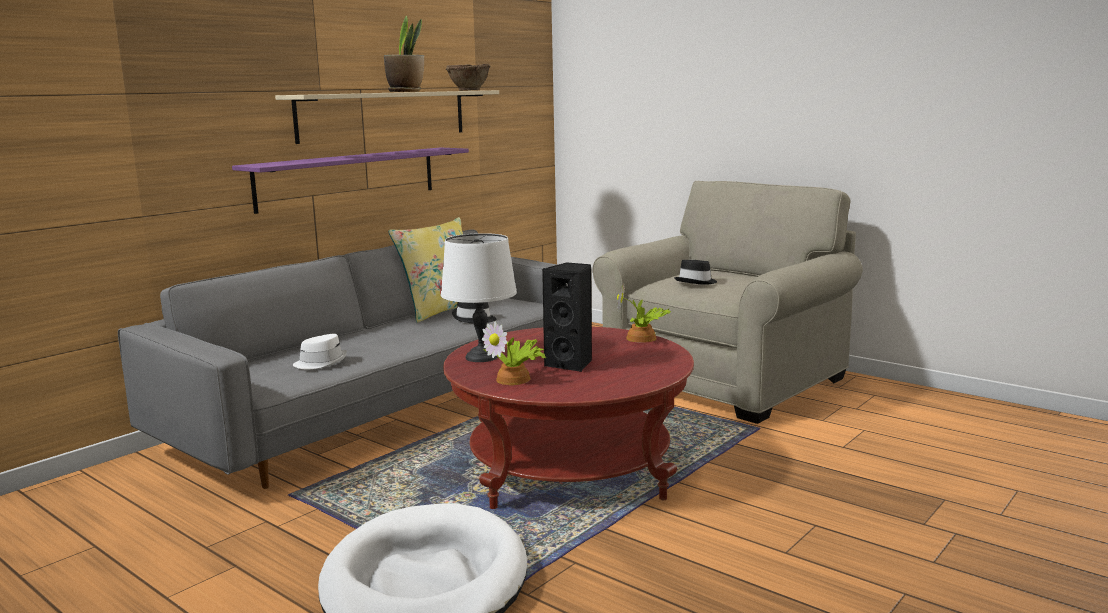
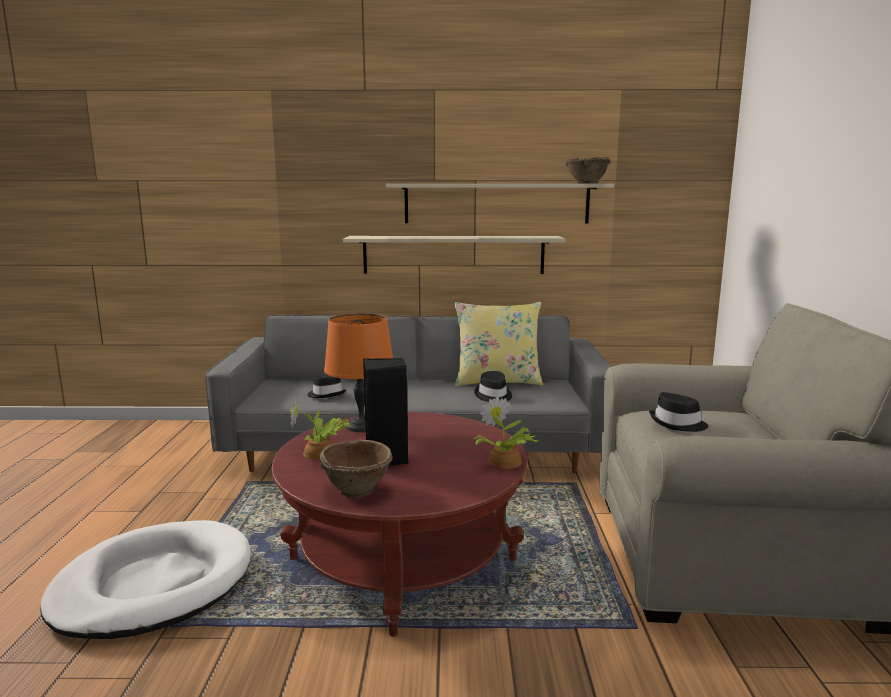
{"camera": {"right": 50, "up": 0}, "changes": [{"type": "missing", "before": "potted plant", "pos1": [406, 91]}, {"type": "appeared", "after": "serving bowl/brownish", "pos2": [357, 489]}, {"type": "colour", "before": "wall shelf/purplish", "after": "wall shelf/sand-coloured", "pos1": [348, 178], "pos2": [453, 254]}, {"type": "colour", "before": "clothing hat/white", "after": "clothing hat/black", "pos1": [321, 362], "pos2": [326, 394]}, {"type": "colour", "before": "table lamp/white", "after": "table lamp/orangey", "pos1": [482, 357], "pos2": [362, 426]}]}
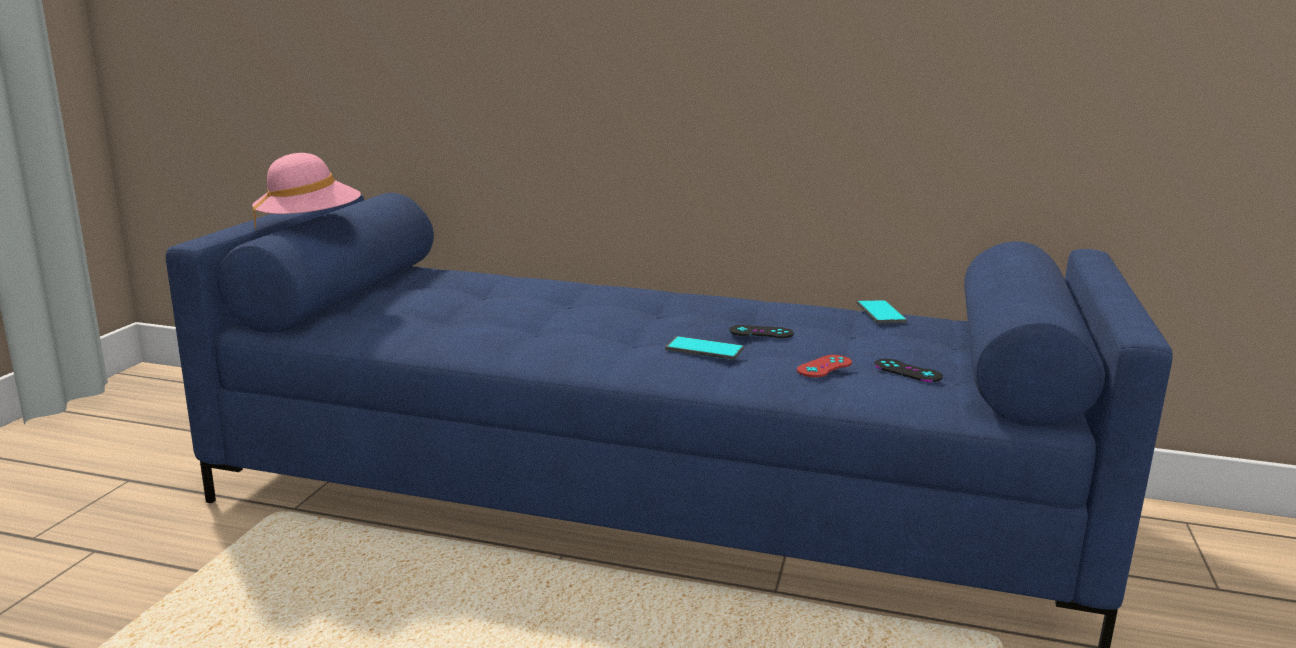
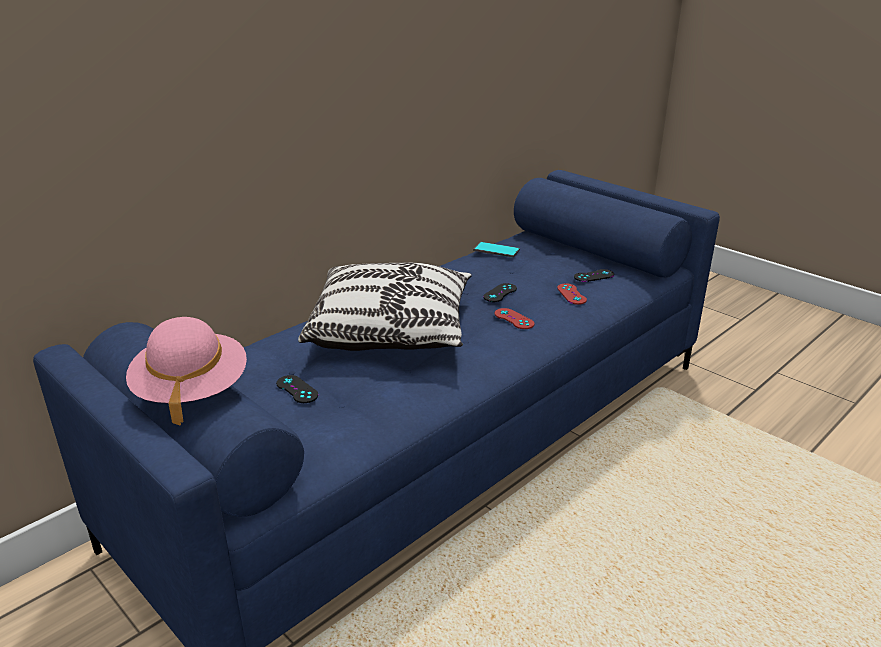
{"camera": {"right": -60, "up": 10}, "changes": [{"type": "appeared", "after": "gamepad/black", "pos2": [297, 389]}, {"type": "appeared", "after": "pillow", "pos2": [391, 331]}, {"type": "exchanged", "before": "phone", "after": "gamepad/red", "pos1": [704, 349], "pos2": [514, 319]}]}
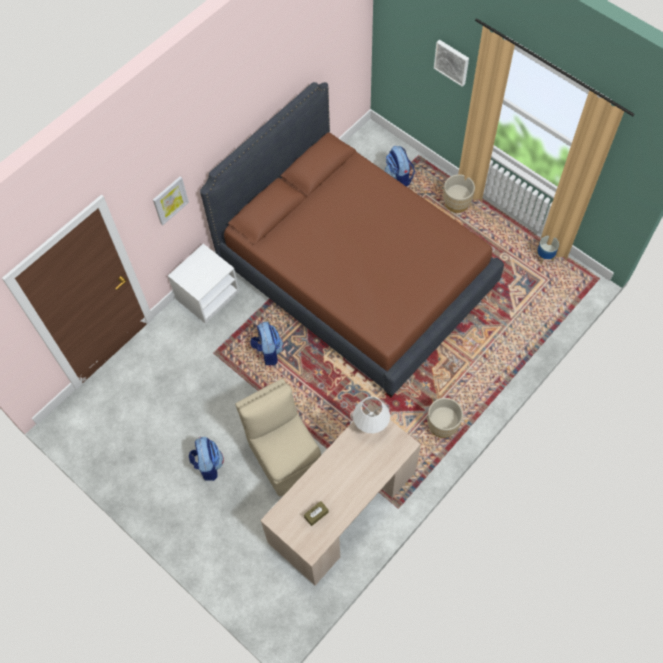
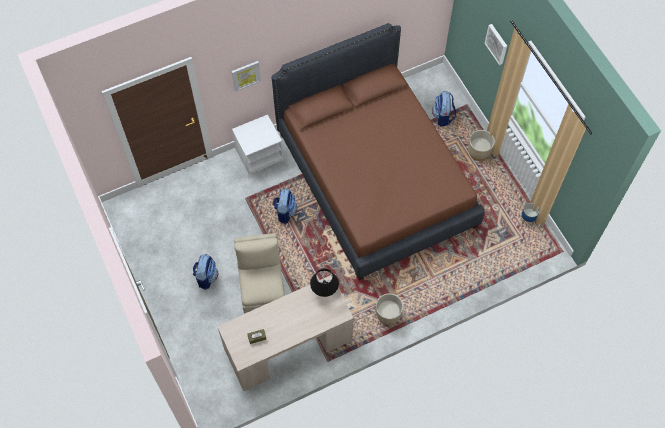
{"camera": {"right": 20, "up": 0}, "changes": [{"type": "colour", "before": "table lamp/white", "after": "table lamp/black", "pos1": [371, 424], "pos2": [324, 290]}]}
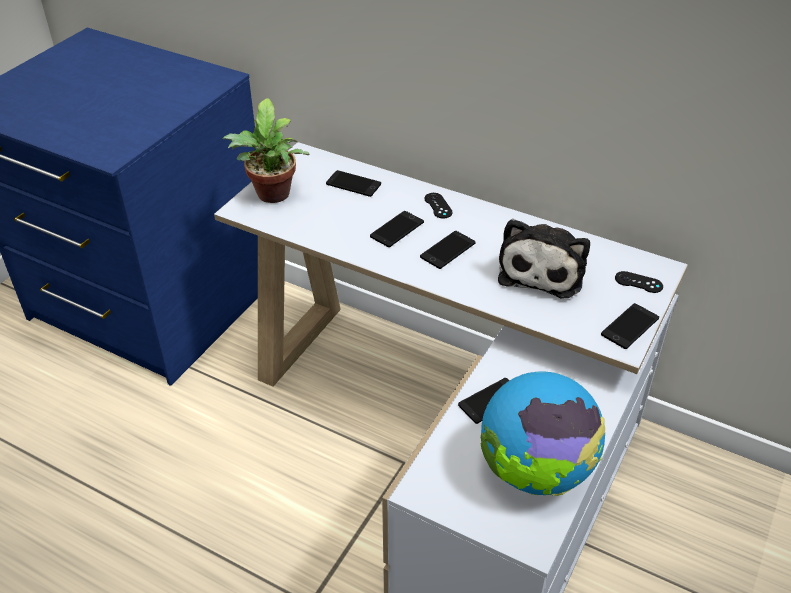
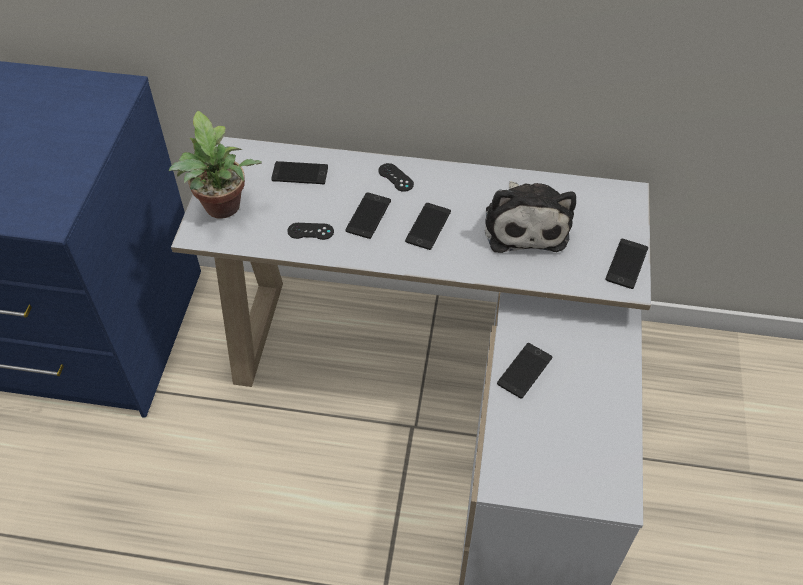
{"camera": {"right": -20, "up": 10}, "changes": [{"type": "missing", "before": "world globe", "pos1": [535, 471]}, {"type": "relocated", "before": "gamepad/black", "pos1": [638, 282], "pos2": [310, 231]}]}
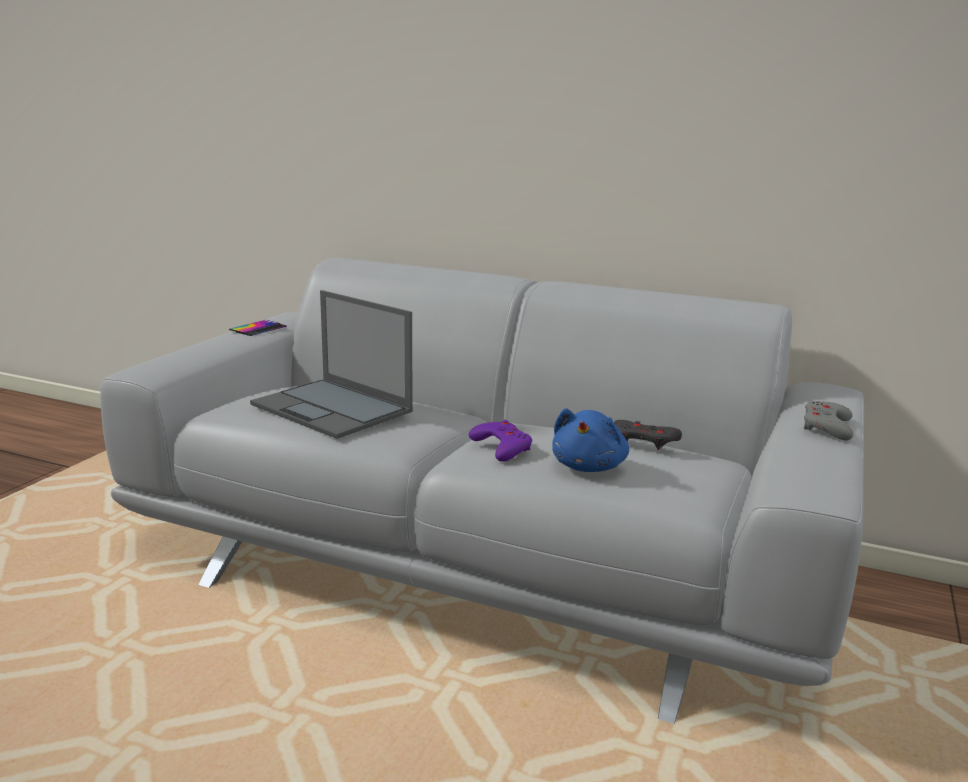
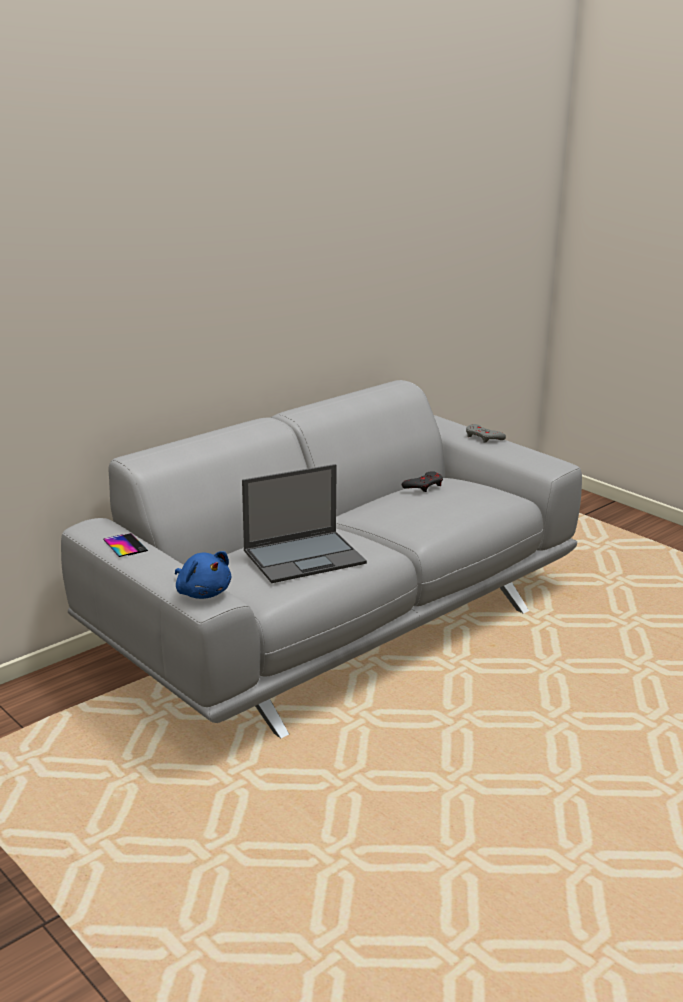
{"camera": {"right": -65, "up": 5}, "changes": [{"type": "missing", "before": "gamepad/purplish", "pos1": [502, 447]}, {"type": "relocated", "before": "soft toy/bluish", "pos1": [589, 466], "pos2": [202, 592]}]}
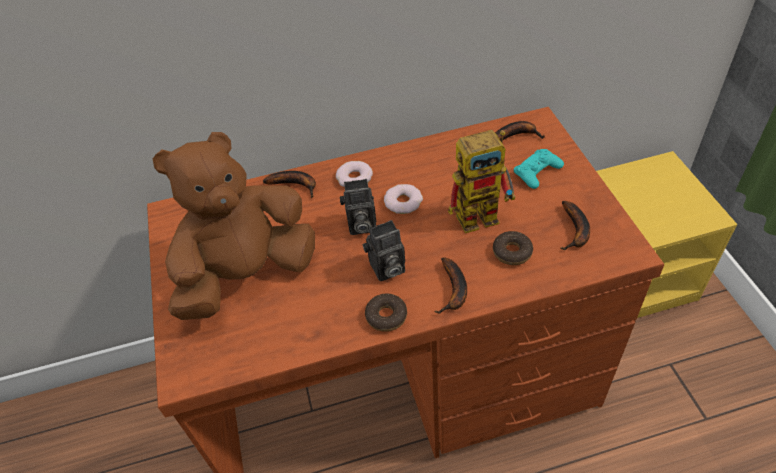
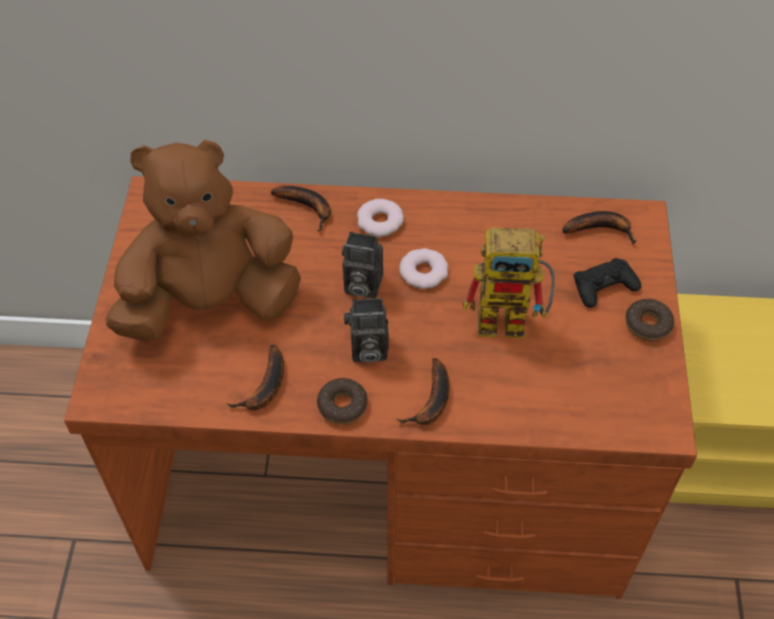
{"camera": {"right": 15, "up": 5}, "changes": [{"type": "relocated", "before": "doughnut", "pos1": [512, 252], "pos2": [648, 324]}, {"type": "relocated", "before": "banana fruit", "pos1": [576, 231], "pos2": [265, 388]}, {"type": "colour", "before": "gamepad/turquoise-coloured", "after": "gamepad/black", "pos1": [537, 172], "pos2": [604, 286]}]}
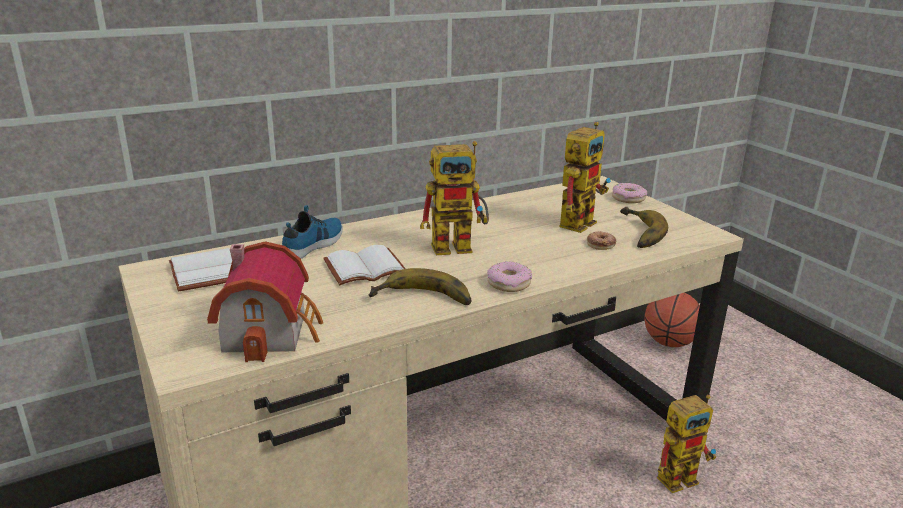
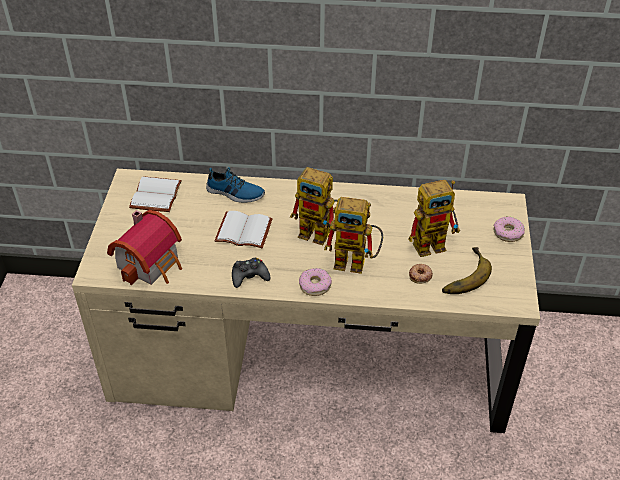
{"camera": {"right": 35, "up": 20}, "changes": [{"type": "missing", "before": "ball for basketball", "pos1": [669, 342]}, {"type": "relocated", "before": "toy robot", "pos1": [681, 475], "pos2": [357, 262]}, {"type": "exchanged", "before": "banana fruit", "after": "gamepad/black", "pos1": [422, 300], "pos2": [249, 276]}, {"type": "spun", "before": "item of footwear", "pos1": [314, 244], "pos2": [235, 193], "turn": 45}]}
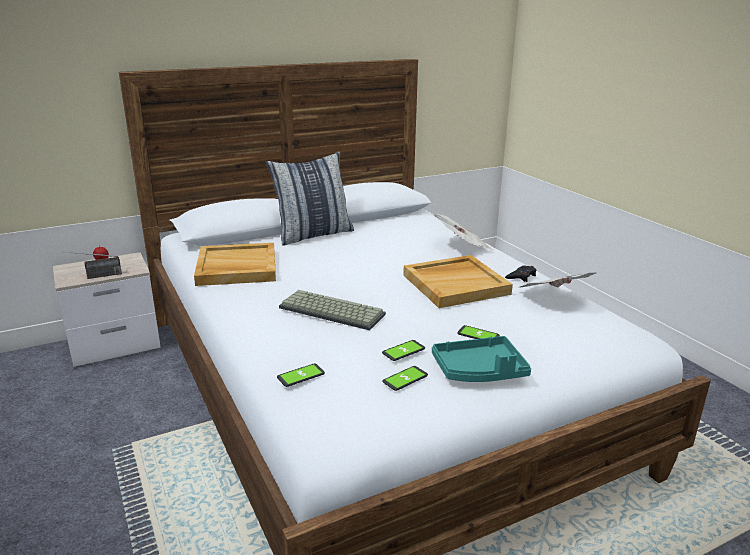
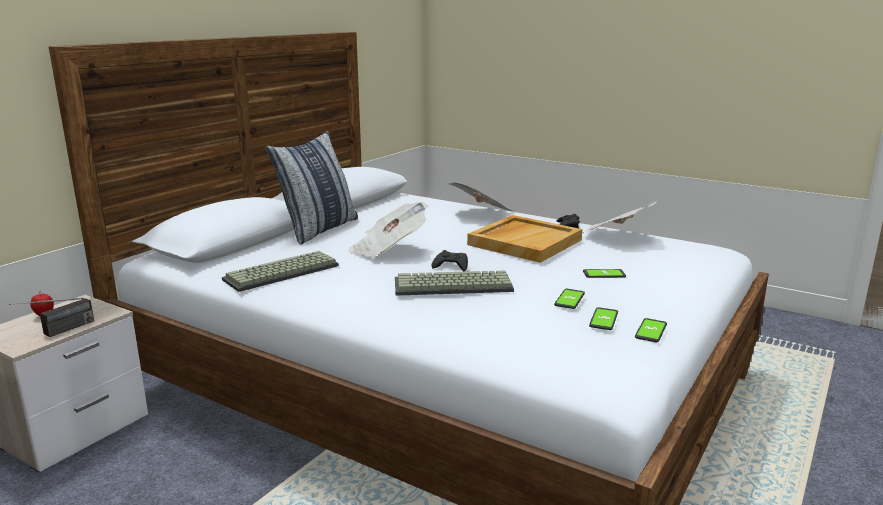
{"camera": {"right": -30, "up": -5}, "changes": [{"type": "missing", "before": "carrying tray/turquoise-coloured", "pos1": [479, 371]}, {"type": "appeared", "after": "newspaper", "pos2": [388, 250]}, {"type": "appeared", "after": "gamepad/black", "pos2": [451, 265]}, {"type": "relocated", "before": "phone", "pos1": [301, 376], "pos2": [651, 331]}, {"type": "exchanged", "before": "carrying tray/sand-coloured", "after": "PC keyboard", "pos1": [236, 268], "pos2": [281, 273]}]}
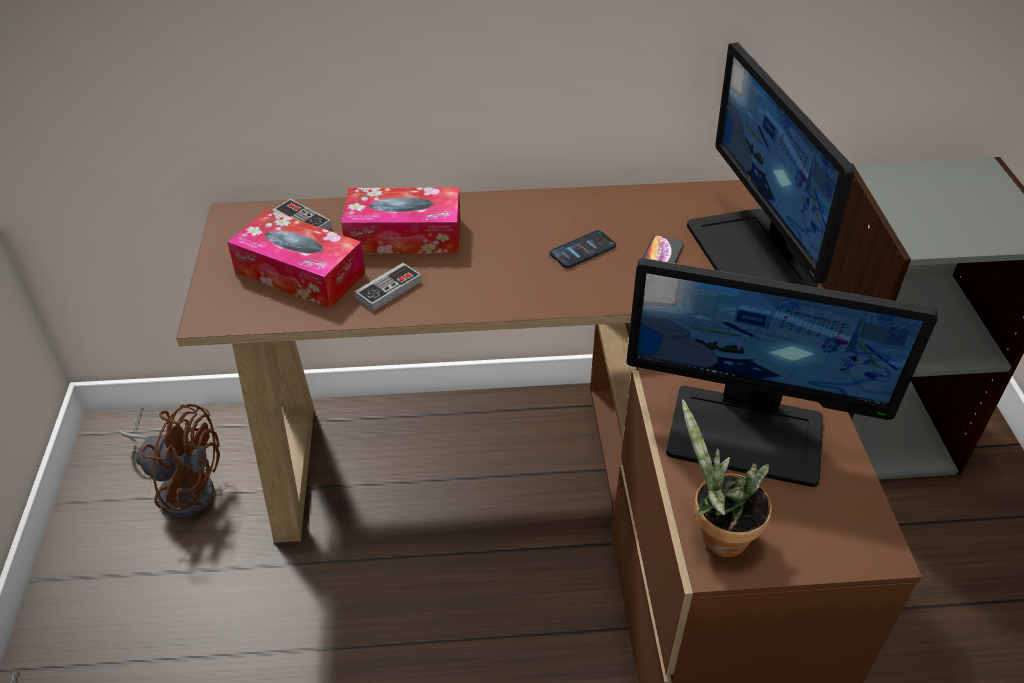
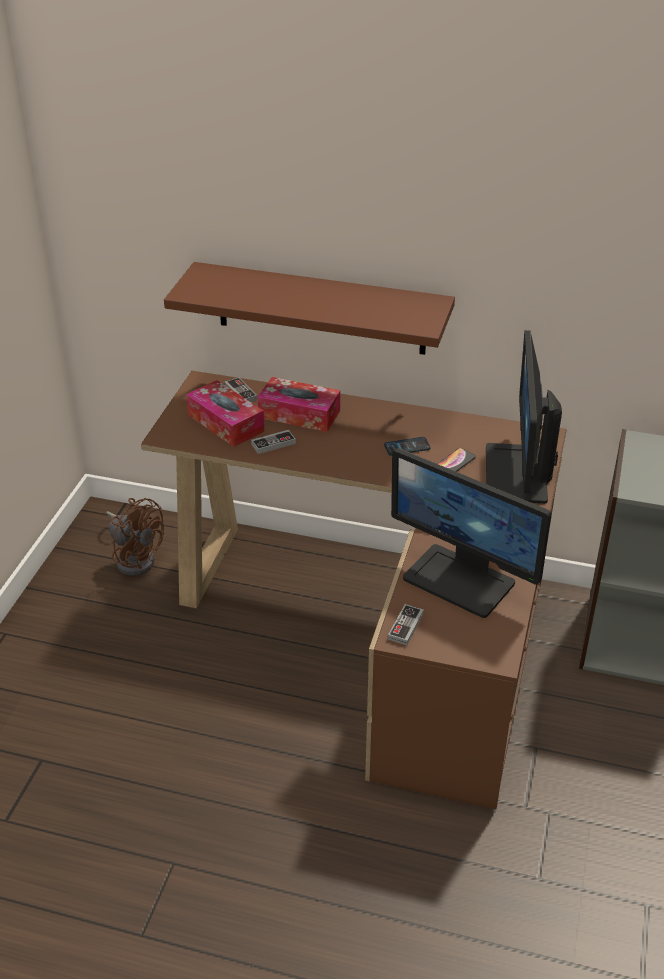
{"camera": {"right": 20, "up": -5}, "changes": [{"type": "appeared", "after": "wall shelf/brownish", "pos2": [321, 309]}, {"type": "exchanged", "before": "potted plant", "after": "gamepad", "pos1": [716, 536], "pos2": [405, 626]}]}
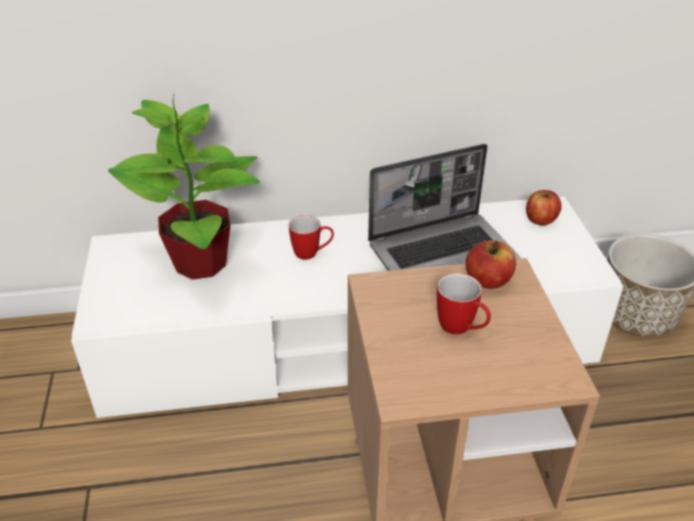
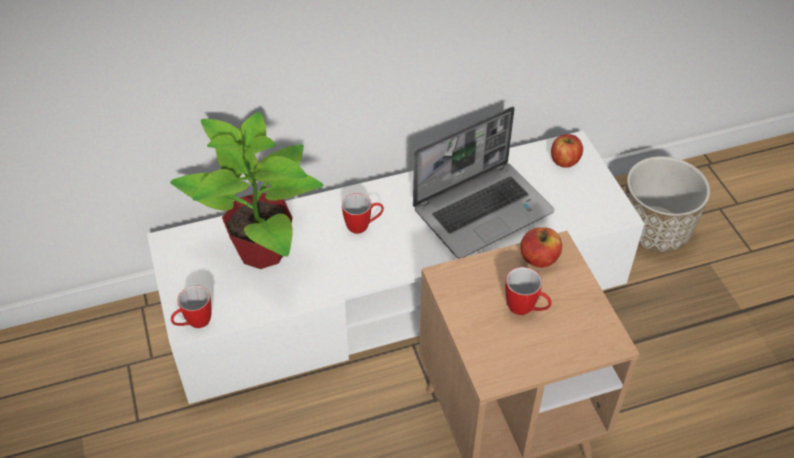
{"camera": {"right": -10, "up": 10}, "changes": [{"type": "appeared", "after": "tea mug", "pos2": [194, 323]}]}
